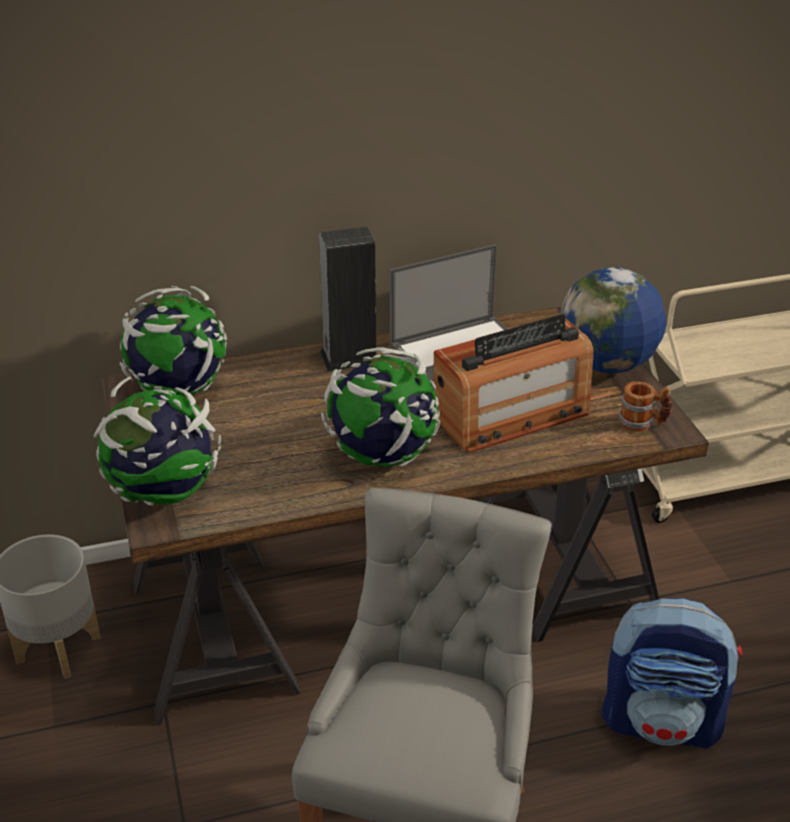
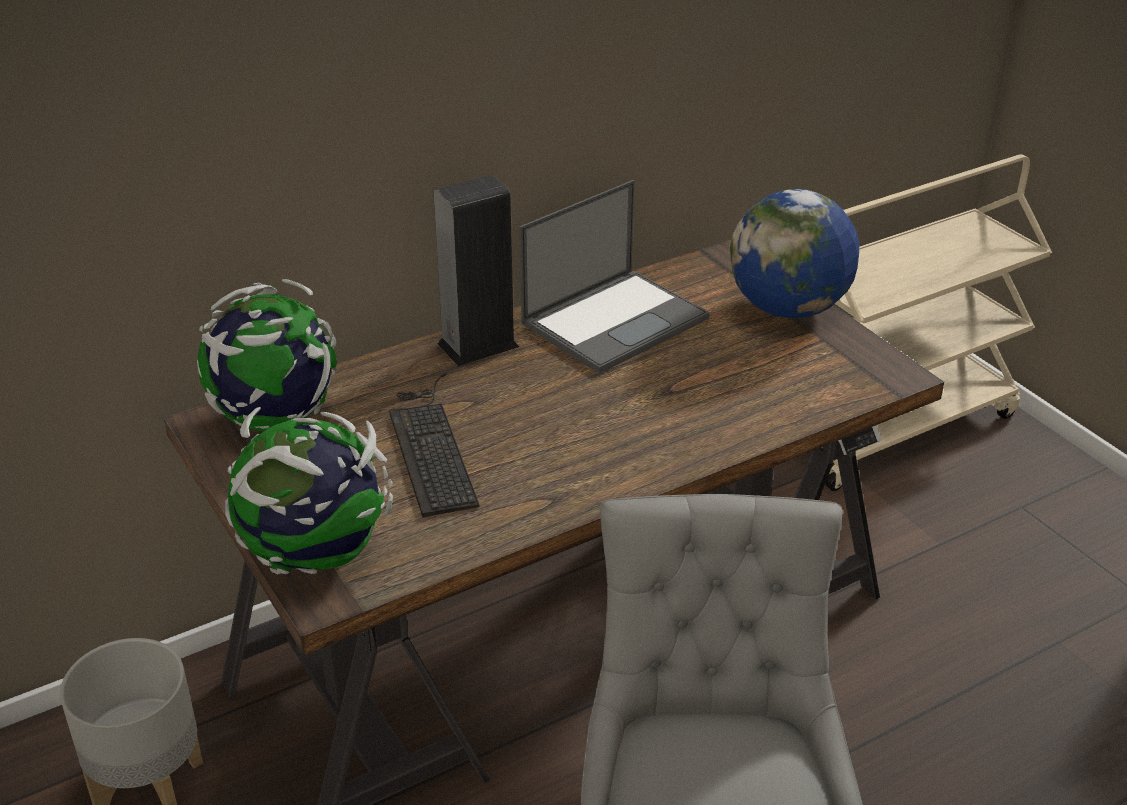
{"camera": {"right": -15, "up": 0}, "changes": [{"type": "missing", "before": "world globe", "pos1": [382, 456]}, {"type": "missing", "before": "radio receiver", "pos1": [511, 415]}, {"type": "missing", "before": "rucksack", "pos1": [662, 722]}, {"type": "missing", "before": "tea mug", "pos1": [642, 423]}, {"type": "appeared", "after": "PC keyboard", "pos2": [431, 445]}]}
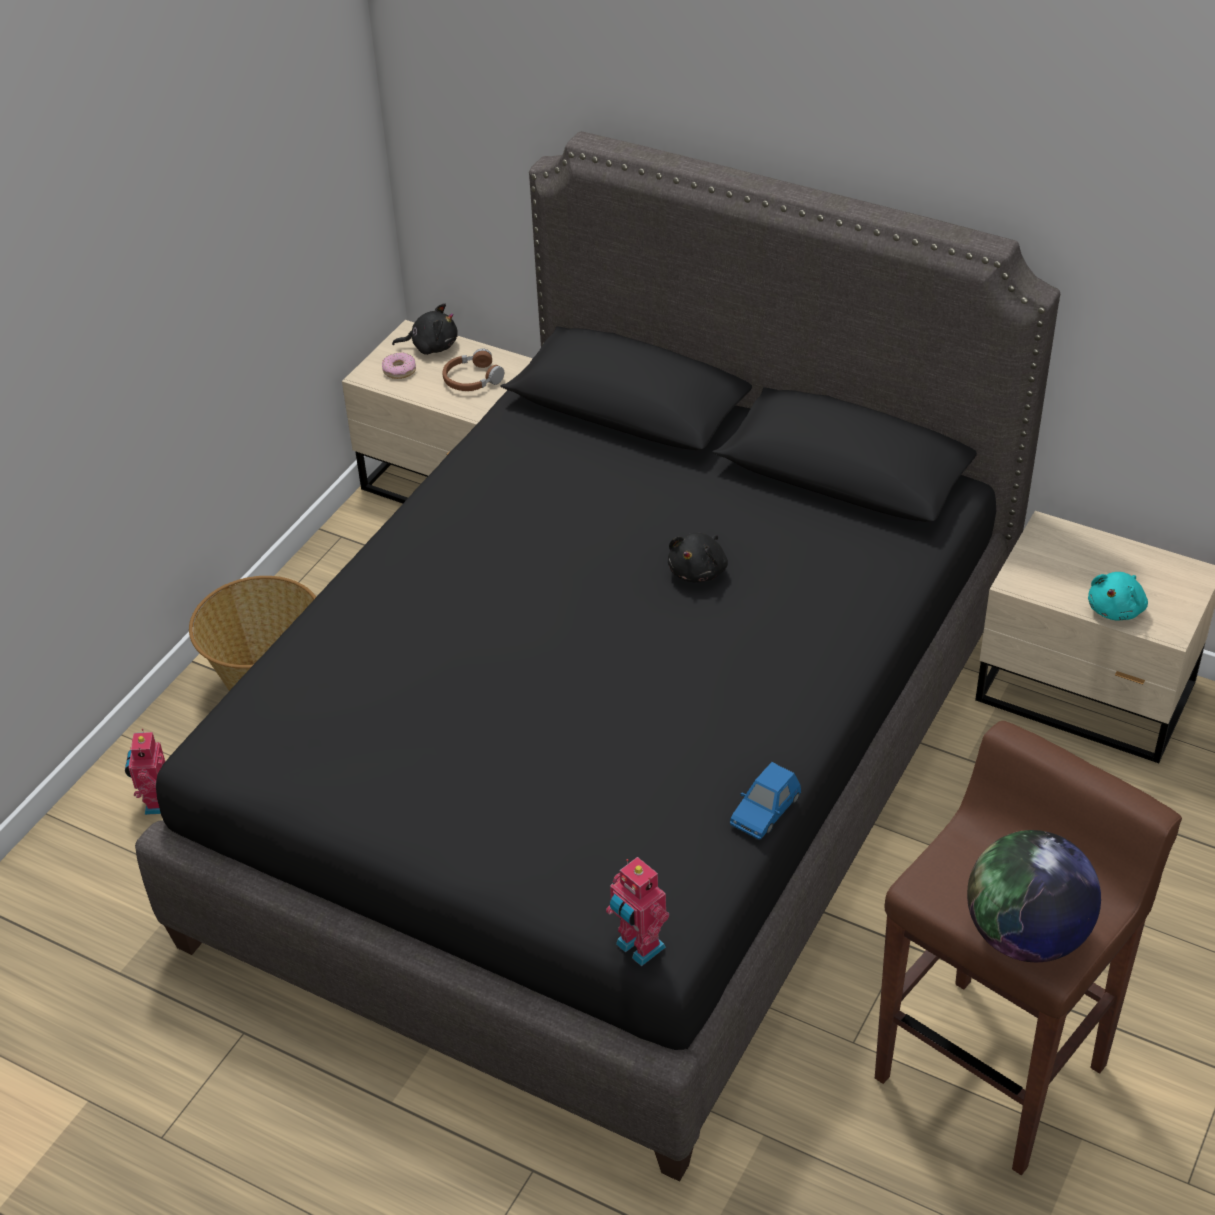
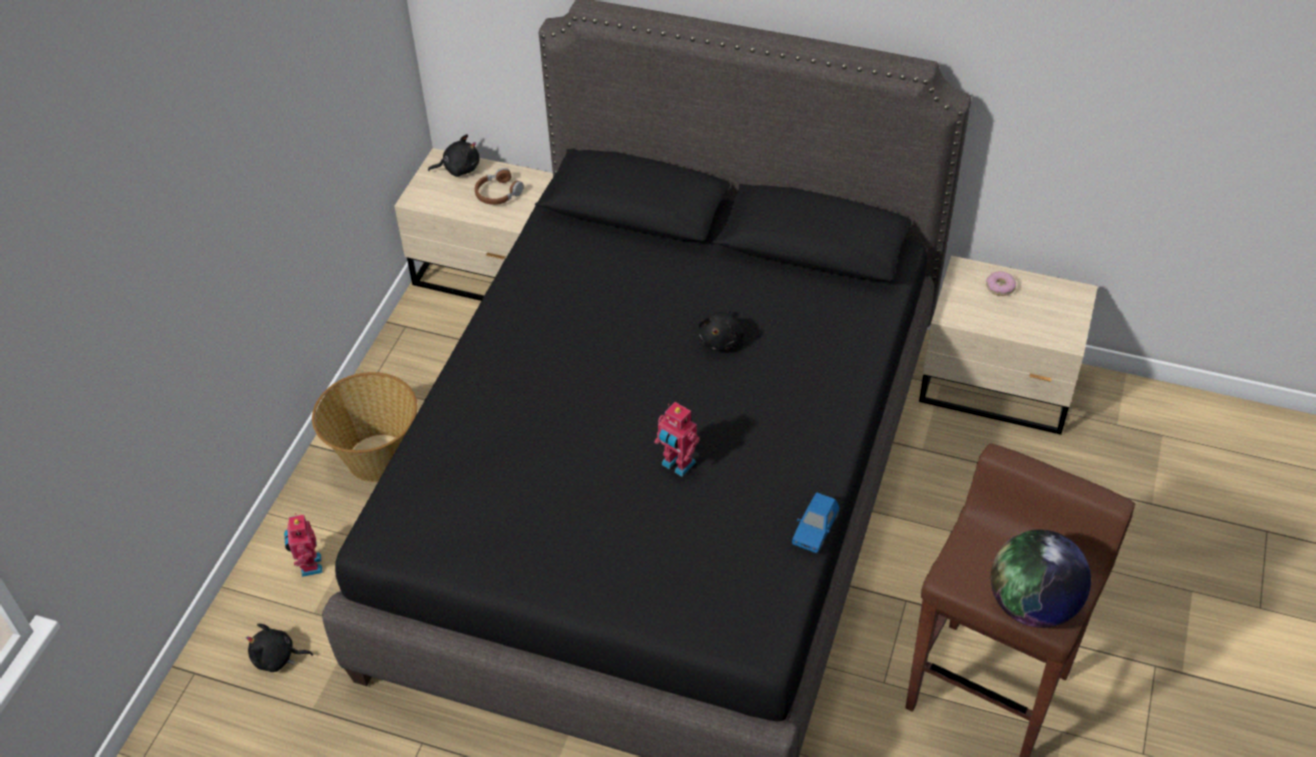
{"camera": {"right": -10, "up": 5}, "changes": [{"type": "missing", "before": "soft toy/turquoise-coloured", "pos1": [1116, 609]}, {"type": "appeared", "after": "soft toy/black", "pos2": [277, 658]}, {"type": "relocated", "before": "doughnut", "pos1": [399, 370], "pos2": [1000, 287]}, {"type": "relocated", "before": "toy robot", "pos1": [638, 947], "pos2": [677, 465]}]}
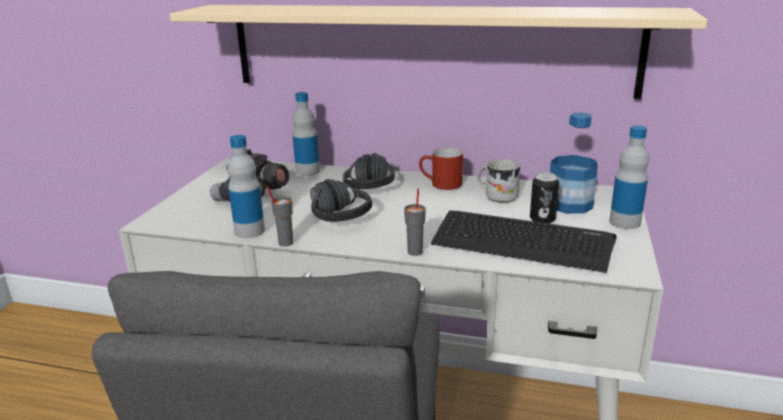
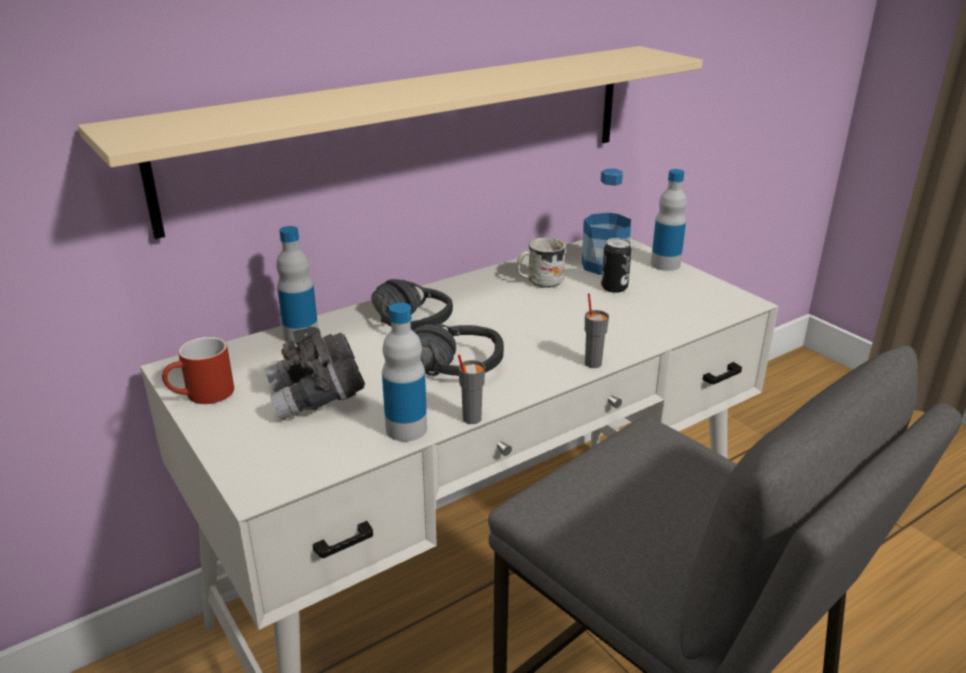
{"camera": {"right": -50, "up": 5}, "changes": [{"type": "missing", "before": "PC keyboard", "pos1": [521, 242]}, {"type": "relocated", "before": "tea mug/red", "pos1": [440, 184], "pos2": [202, 396]}]}
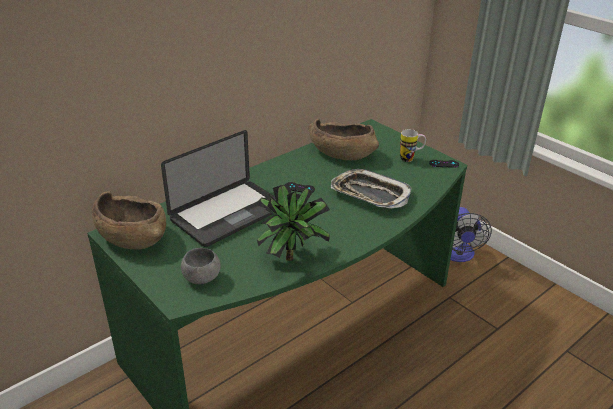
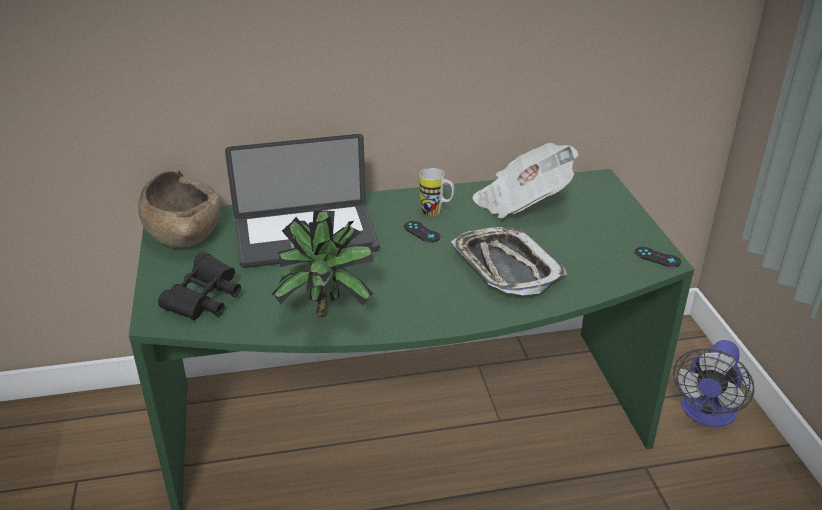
{"camera": {"right": 30, "up": 0}, "changes": [{"type": "relocated", "before": "tea mug", "pos1": [410, 159], "pos2": [436, 213]}, {"type": "exchanged", "before": "serving bowl/grey", "after": "binoculars/black", "pos1": [201, 278], "pos2": [205, 301]}, {"type": "exchanged", "before": "serving bowl/brownish", "after": "newspaper", "pos1": [341, 152], "pos2": [522, 202]}]}
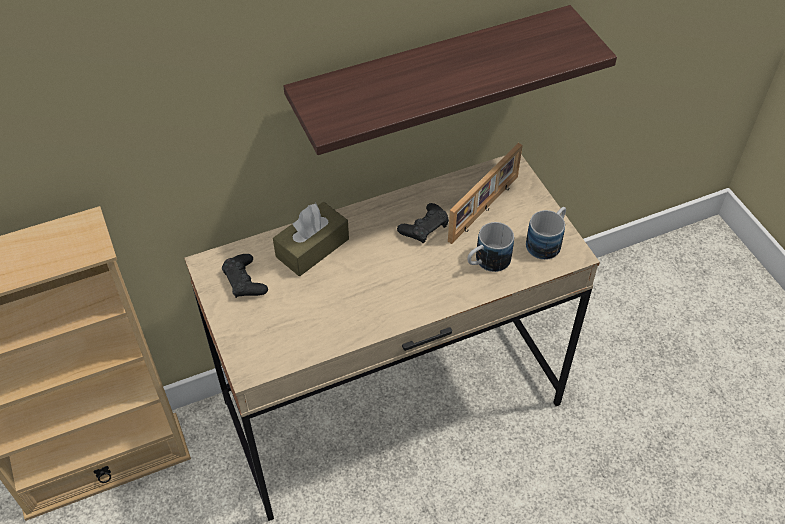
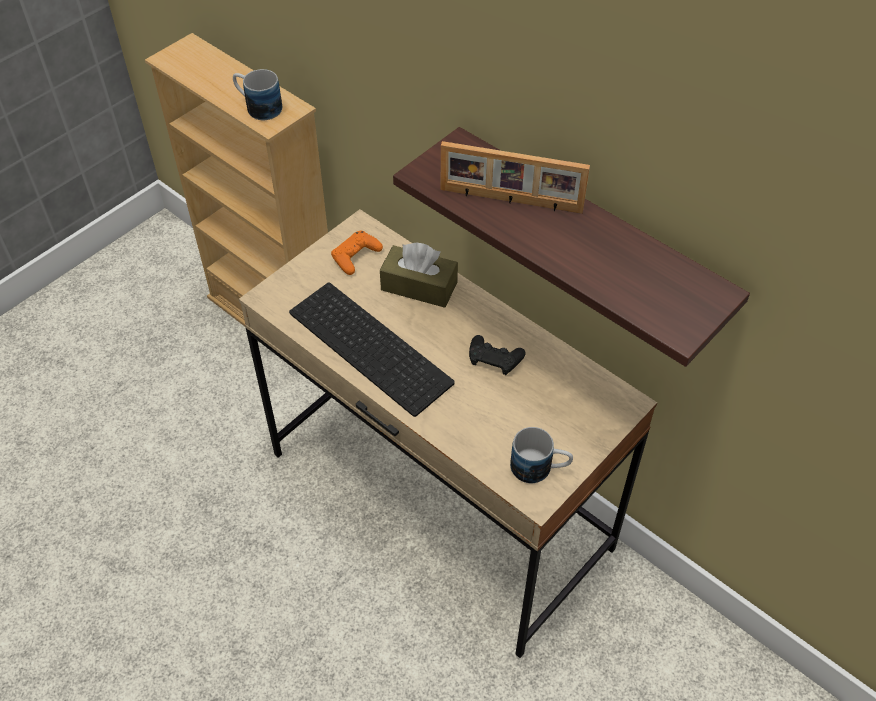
{"camera": {"right": 65, "up": 0}, "changes": [{"type": "appeared", "after": "PC keyboard", "pos2": [373, 346]}, {"type": "relocated", "before": "standing frame", "pos1": [485, 209], "pos2": [510, 201]}, {"type": "relocated", "before": "tea mug", "pos1": [486, 262], "pos2": [258, 107]}, {"type": "colour", "before": "gamepad/black", "after": "gamepad/orangey", "pos1": [244, 281], "pos2": [355, 256]}]}
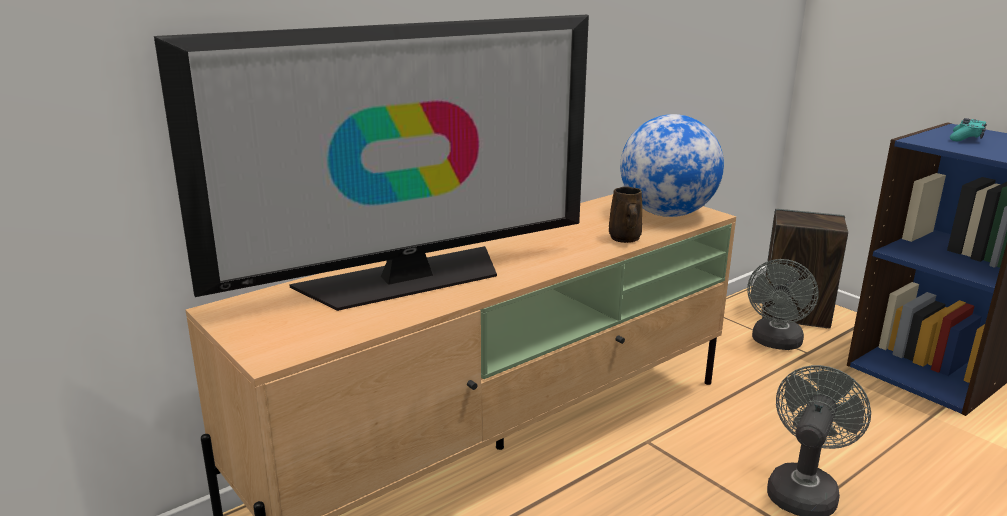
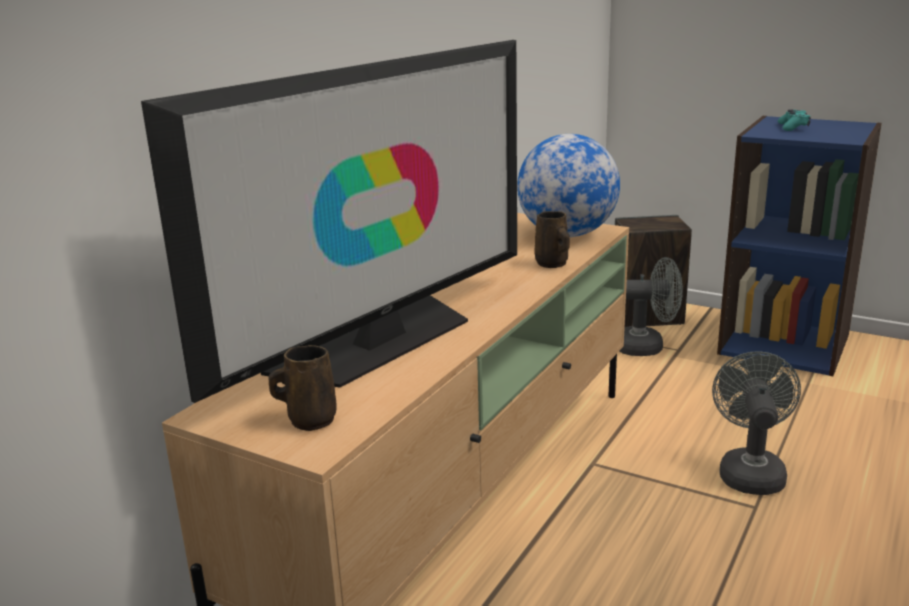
{"camera": {"right": -20, "up": 0}, "changes": [{"type": "appeared", "after": "tea mug/brownish", "pos2": [309, 420]}, {"type": "spun", "before": "cooling fan/grey", "pos1": [776, 343], "pos2": [647, 347], "turn": -90}]}
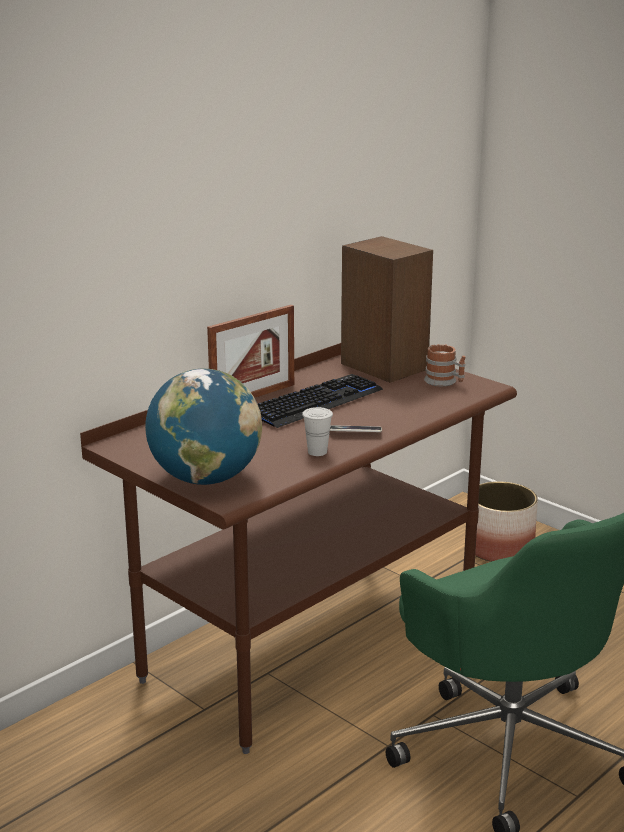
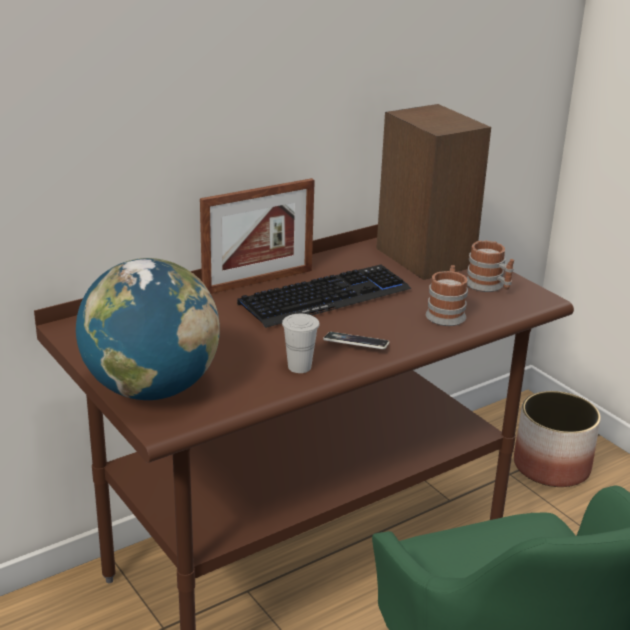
{"camera": {"right": 10, "up": 5}, "changes": [{"type": "appeared", "after": "tea mug", "pos2": [446, 313]}]}
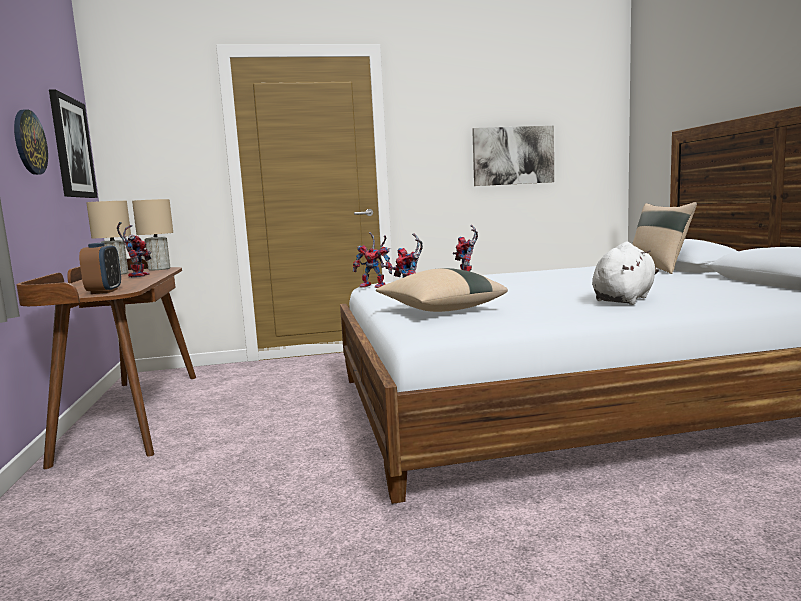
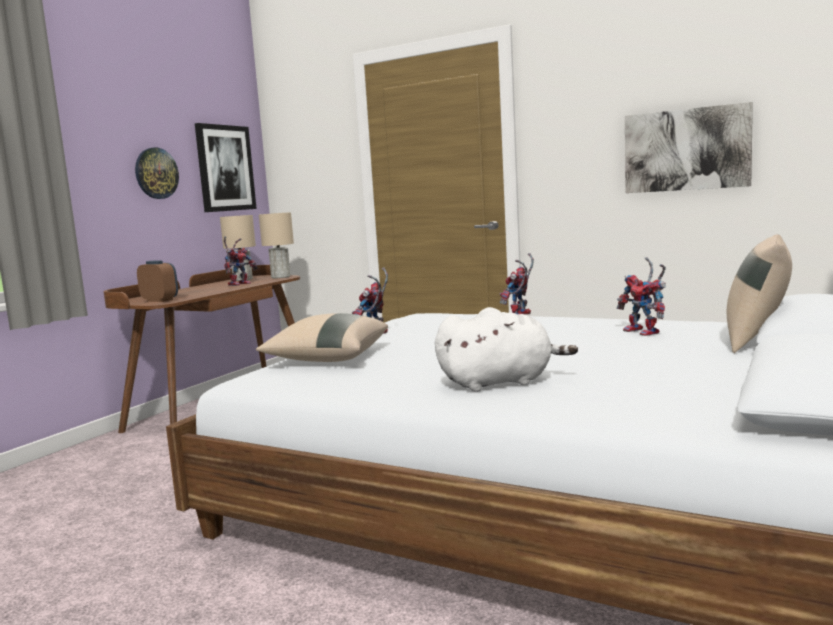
{"camera": {"right": 40, "up": 0}, "changes": [{"type": "relocated", "before": "toy robot", "pos1": [375, 286], "pos2": [645, 332]}, {"type": "spun", "before": "alarm clock", "pos1": [104, 291], "pos2": [160, 300], "turn": -90}]}
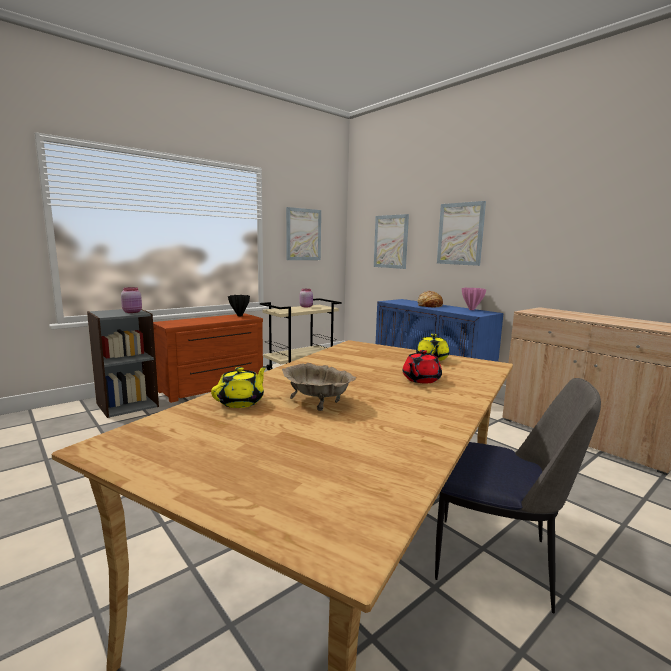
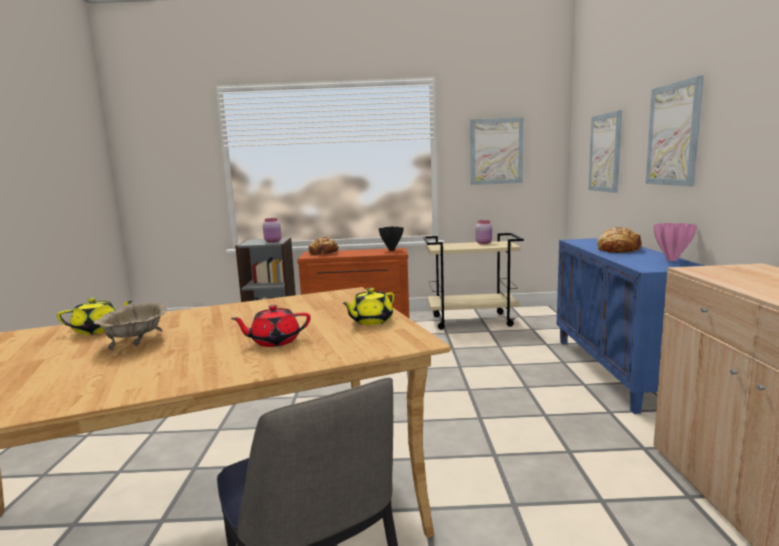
{"camera": {"right": 40, "up": 0}, "changes": [{"type": "appeared", "after": "baked bread", "pos2": [324, 253]}]}
